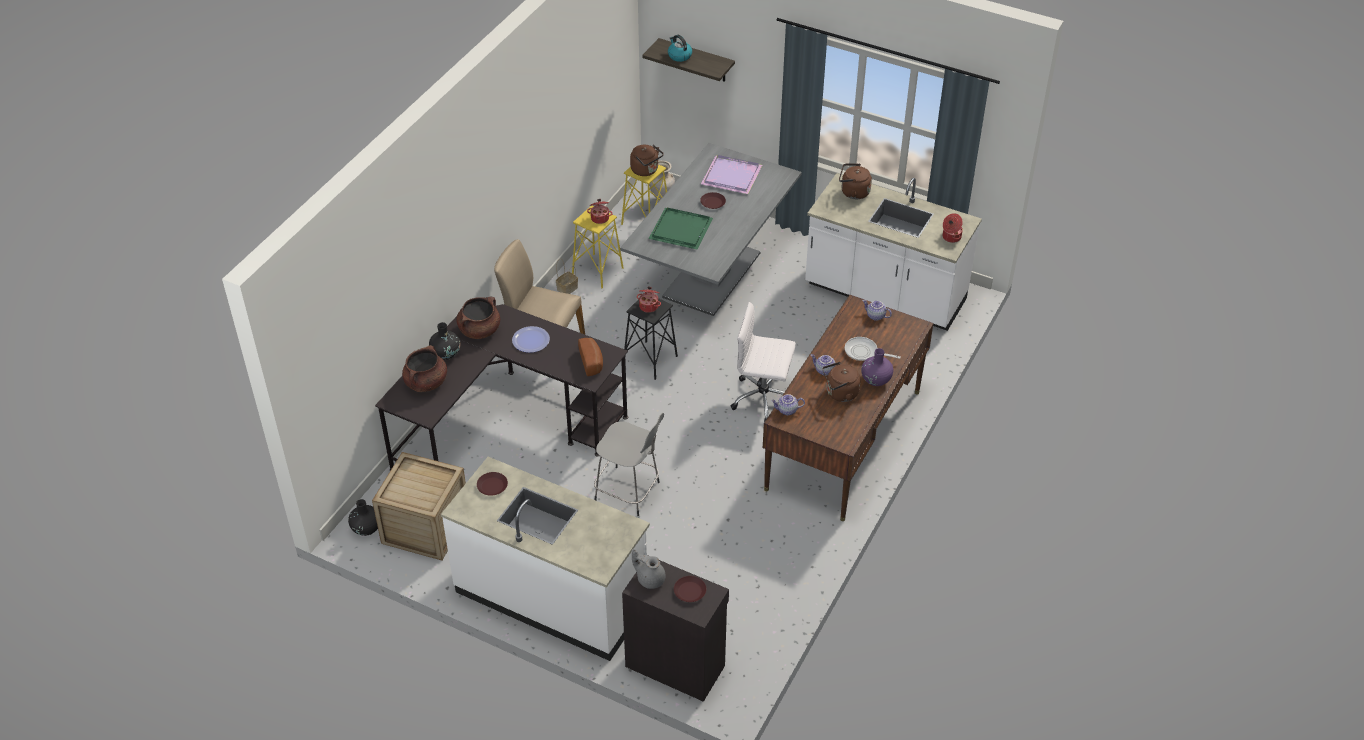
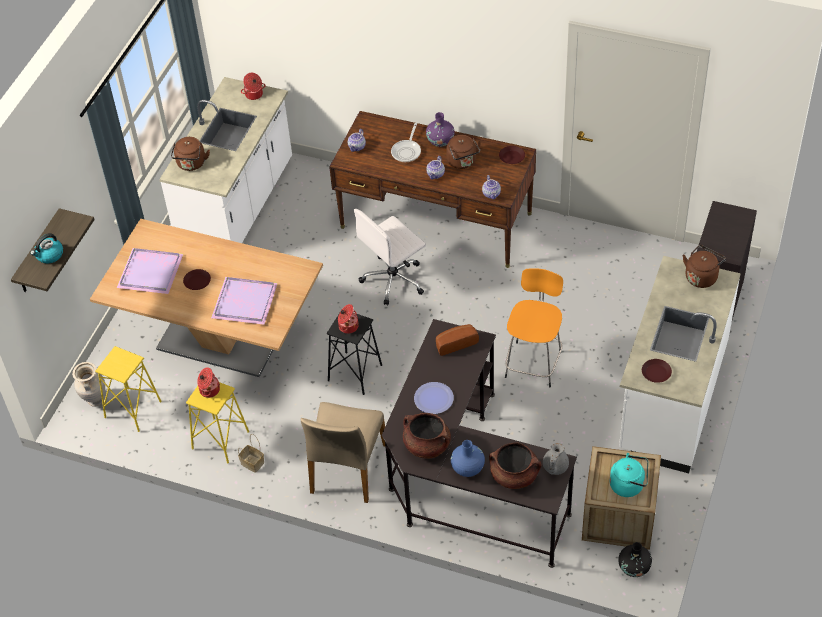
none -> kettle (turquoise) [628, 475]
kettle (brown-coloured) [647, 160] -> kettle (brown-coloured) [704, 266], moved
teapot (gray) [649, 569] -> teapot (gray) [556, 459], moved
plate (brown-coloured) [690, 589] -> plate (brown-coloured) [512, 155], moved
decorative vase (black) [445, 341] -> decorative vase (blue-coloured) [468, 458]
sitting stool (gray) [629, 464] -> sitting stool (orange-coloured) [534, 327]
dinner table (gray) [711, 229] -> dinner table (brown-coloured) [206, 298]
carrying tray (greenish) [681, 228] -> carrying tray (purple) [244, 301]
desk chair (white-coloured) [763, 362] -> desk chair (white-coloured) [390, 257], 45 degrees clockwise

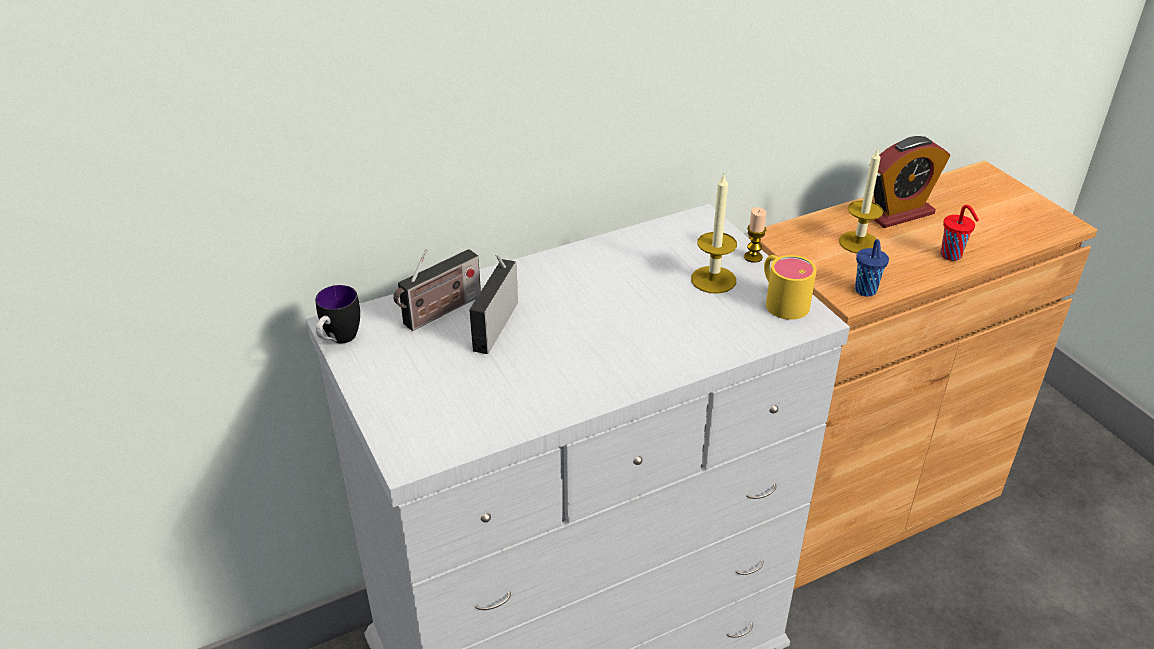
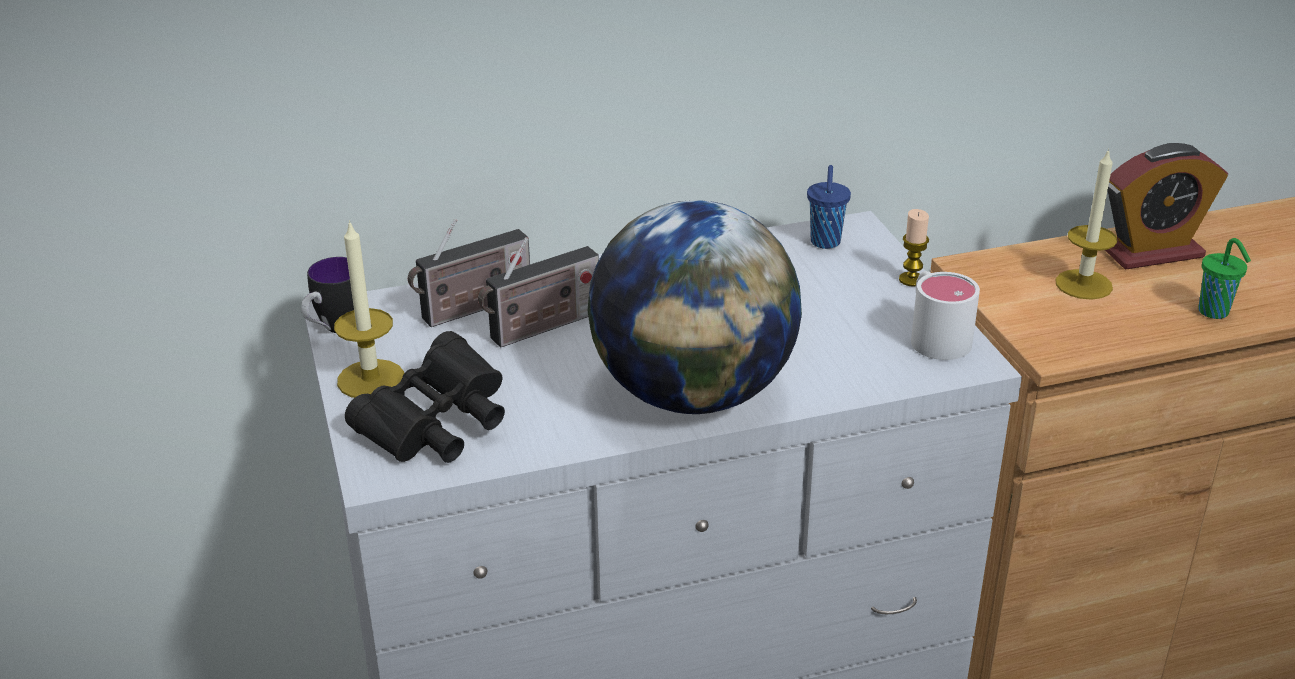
none -> pair of binoculars (black) [425, 397]
none -> world globe [695, 307]
candle [714, 234] -> candle [369, 309], moved
cup (blue-coloured) [872, 268] -> cup (blue-coloured) [829, 207], moved
coffee mug (yellow) [790, 287] -> coffee mug (white-coloured) [945, 315]
cup (reddish) [959, 233] -> cup (greenish) [1224, 278]
radio [493, 303] -> radio [538, 292], 150 degrees counterclockwise

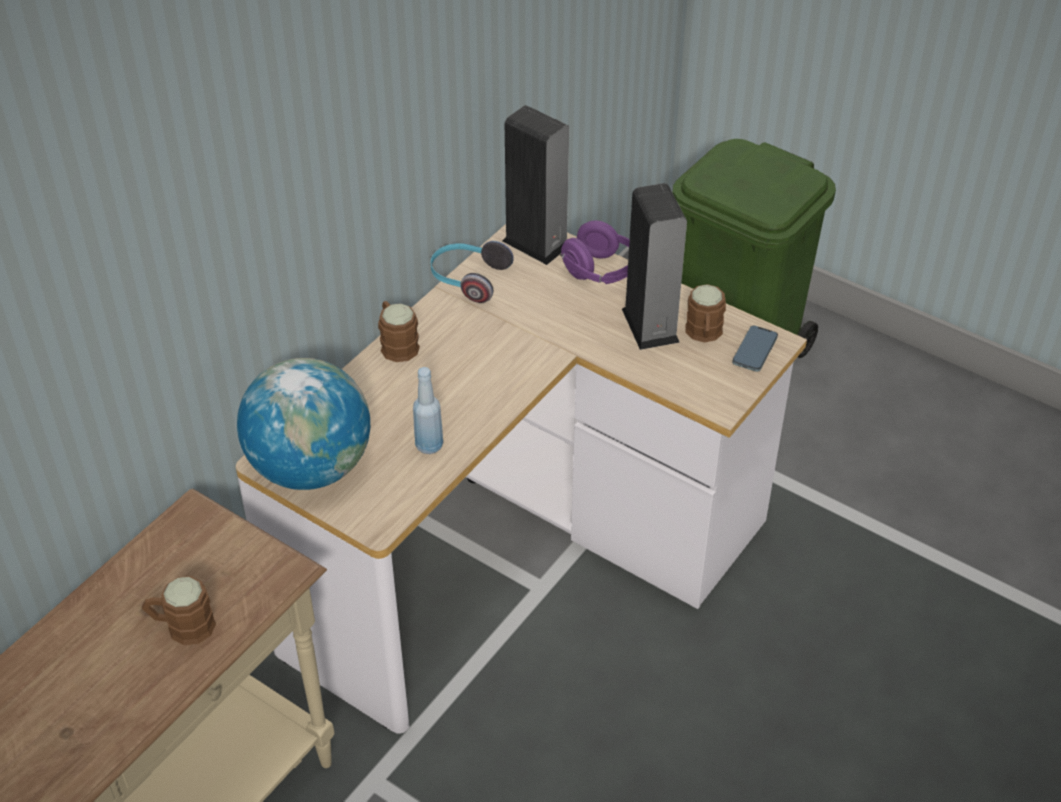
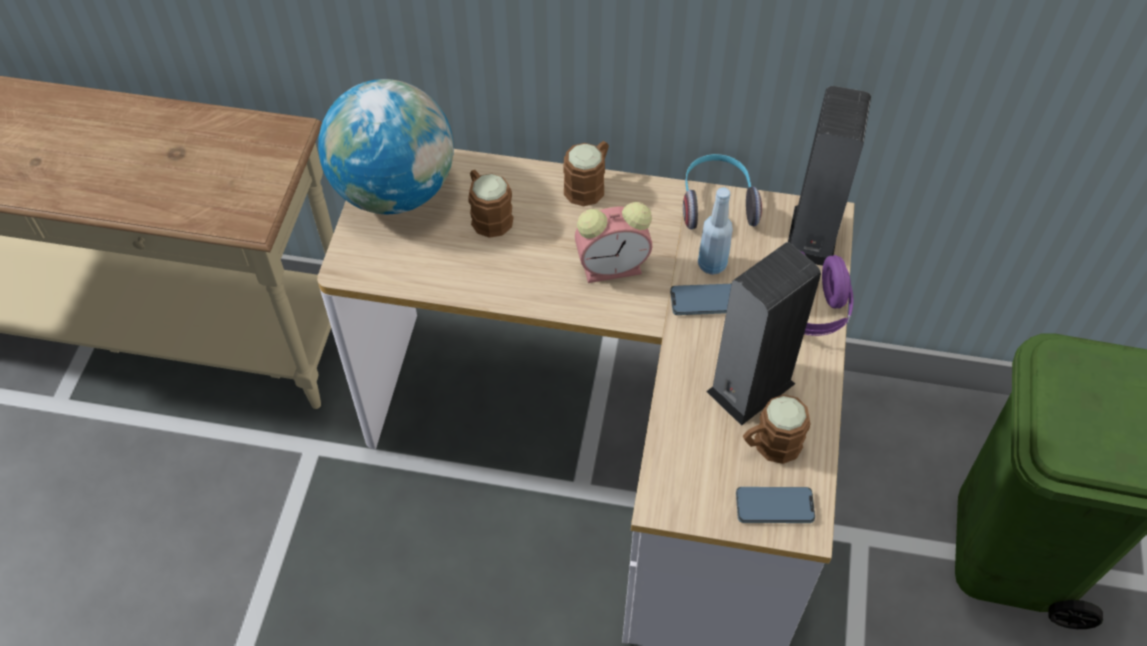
none -> bedside clock [613, 242]
none -> handset [701, 299]
coffee mug (brown-coloured) [179, 610] -> coffee mug (brown-coloured) [490, 204], moved
drink bottle (blue-coloured) [428, 410] -> drink bottle (blue-coloured) [715, 231], moved

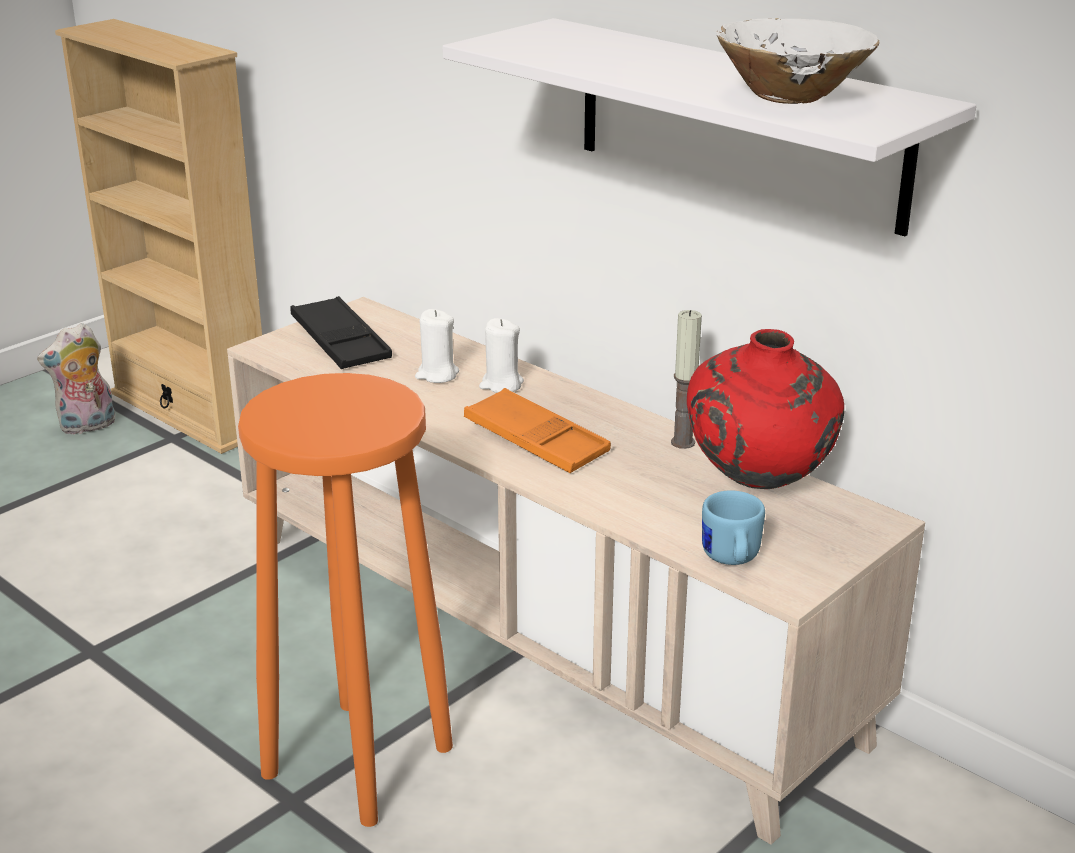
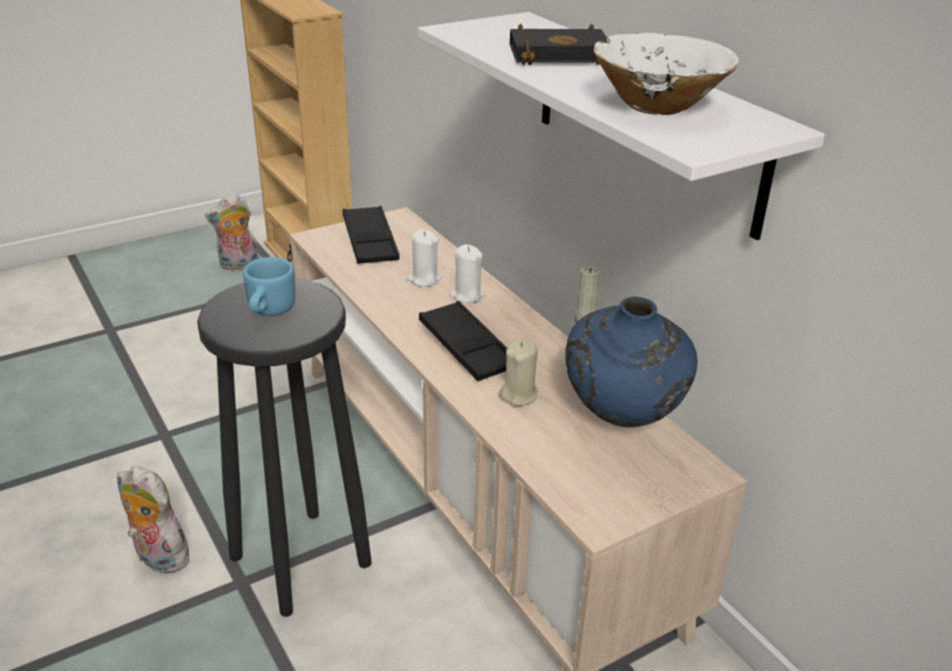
none -> plush toy [156, 519]
none -> candle (beige-coloured) [518, 372]
none -> volume (black) [558, 44]
coffee mug (blue-coloured) [733, 528] -> coffee mug (blue-coloured) [269, 286], moved
sitting stool (orange-coloured) [345, 600] -> sitting stool (black) [284, 448]
carrying tray (orange-coloured) [537, 430] -> carrying tray (black) [463, 341]
decorative vase (reddish) [765, 409] -> decorative vase (blue-coloured) [631, 361]

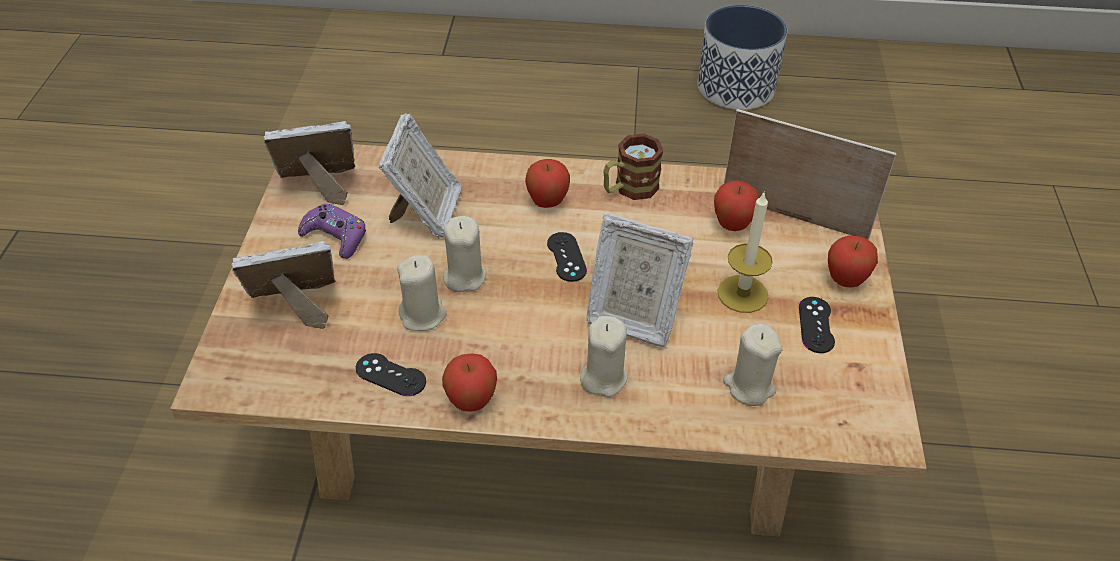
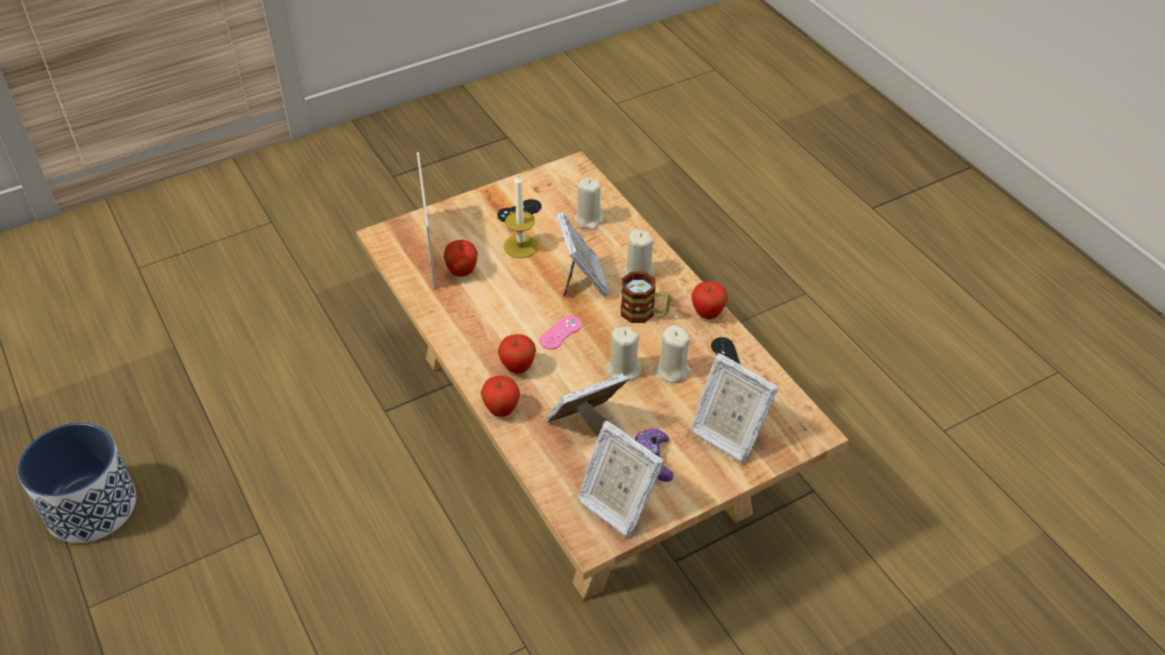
coffee mug [633, 167] -> coffee mug [646, 297], moved
apple fruit [853, 261] -> apple fruit [500, 396], moved
gamepad (black) [567, 257] -> gamepad (pink) [560, 332]

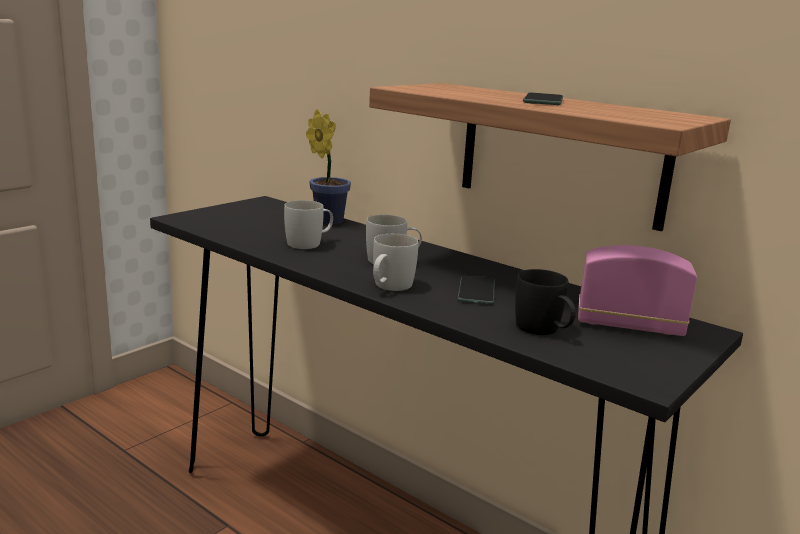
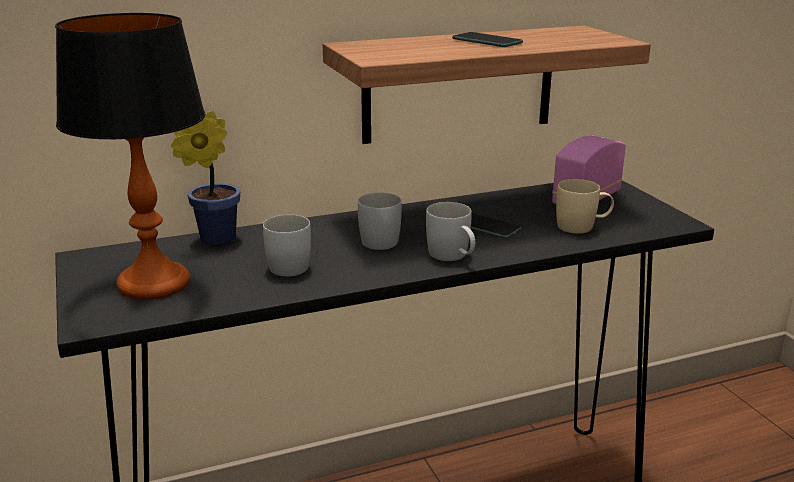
none -> table lamp [130, 156]
coffee mug (black) [545, 302] -> coffee mug (beige-coloured) [585, 206]

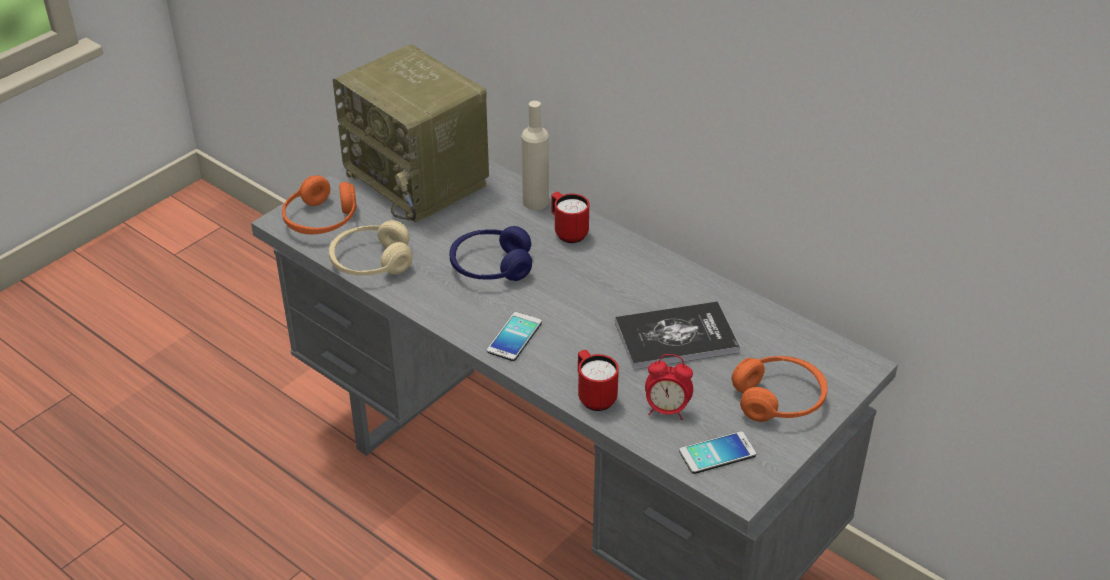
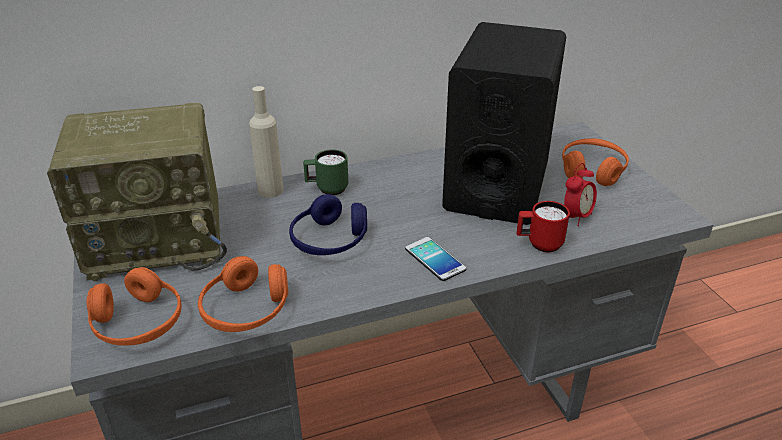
handset [717, 452] -> none
volume [677, 335] -> speaker (black) [504, 123]
pair of headphones (beige-coloured) [370, 248] -> pair of headphones (orange-coloured) [243, 294]
coffee mug (reddish) [570, 217] -> coffee mug (greenish) [325, 172]

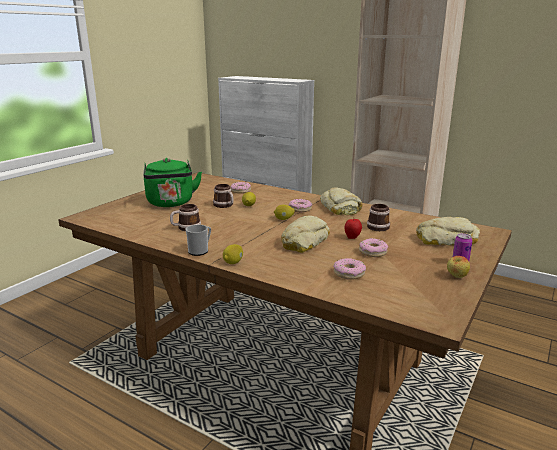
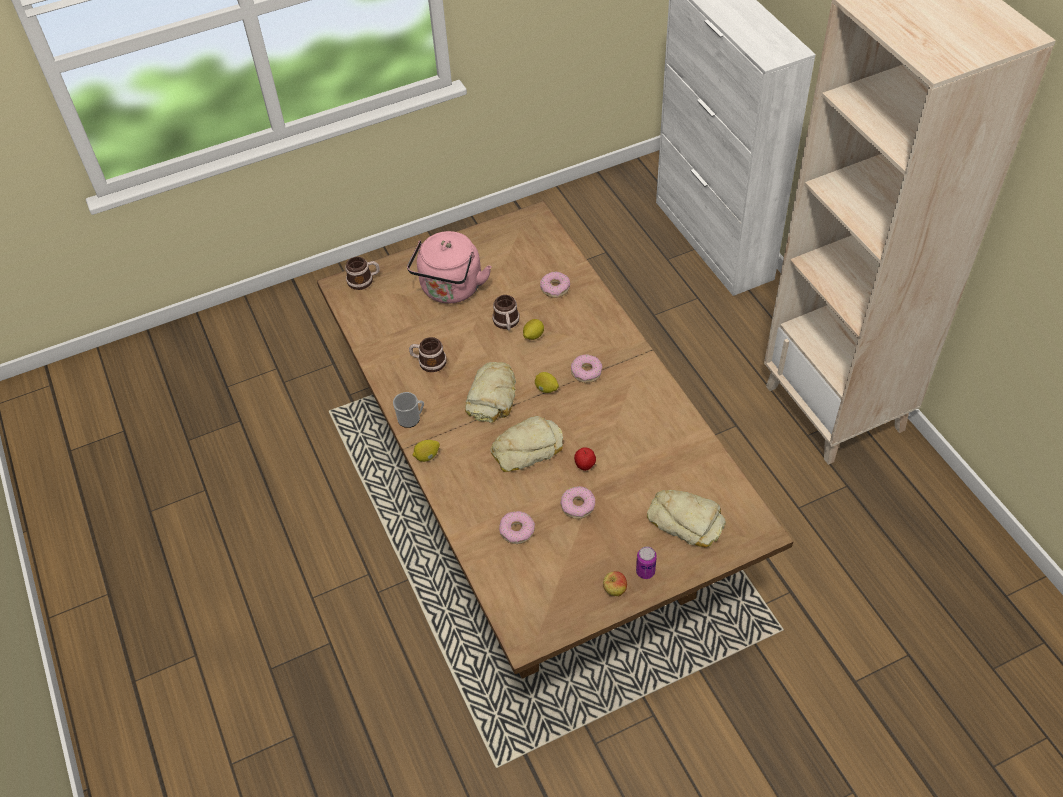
bakery bread [341, 201] -> bakery bread [490, 392], moved
coffee mug [378, 217] -> coffee mug [362, 273], moved
kettle (greenish) [172, 182] -> kettle (pink) [449, 267]

